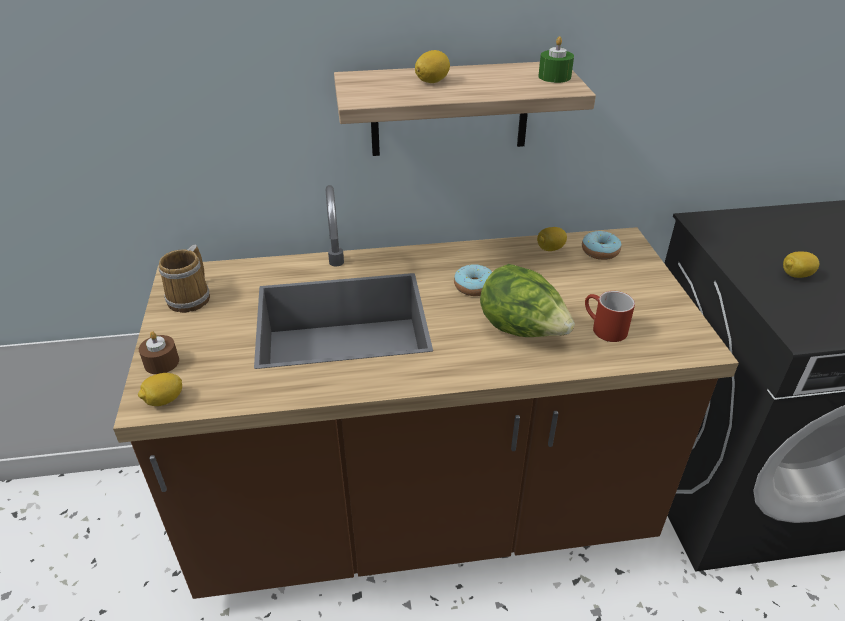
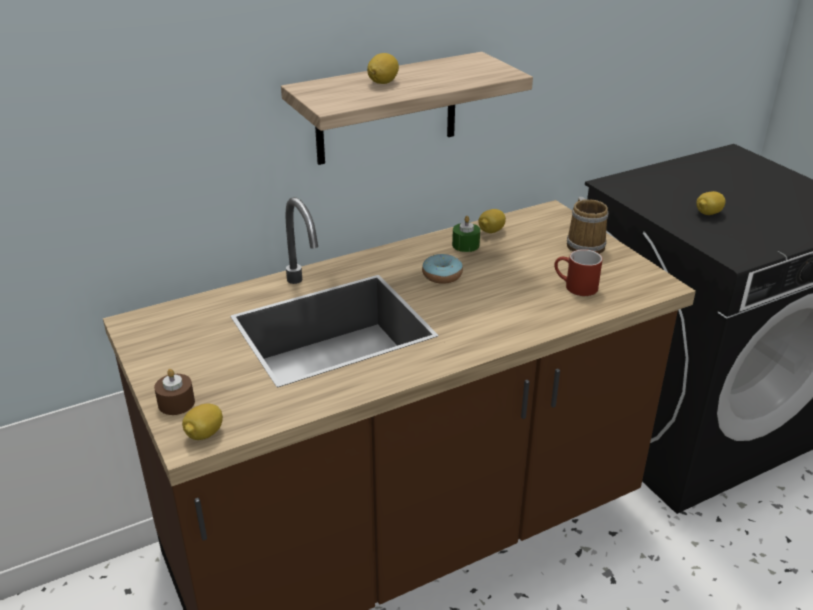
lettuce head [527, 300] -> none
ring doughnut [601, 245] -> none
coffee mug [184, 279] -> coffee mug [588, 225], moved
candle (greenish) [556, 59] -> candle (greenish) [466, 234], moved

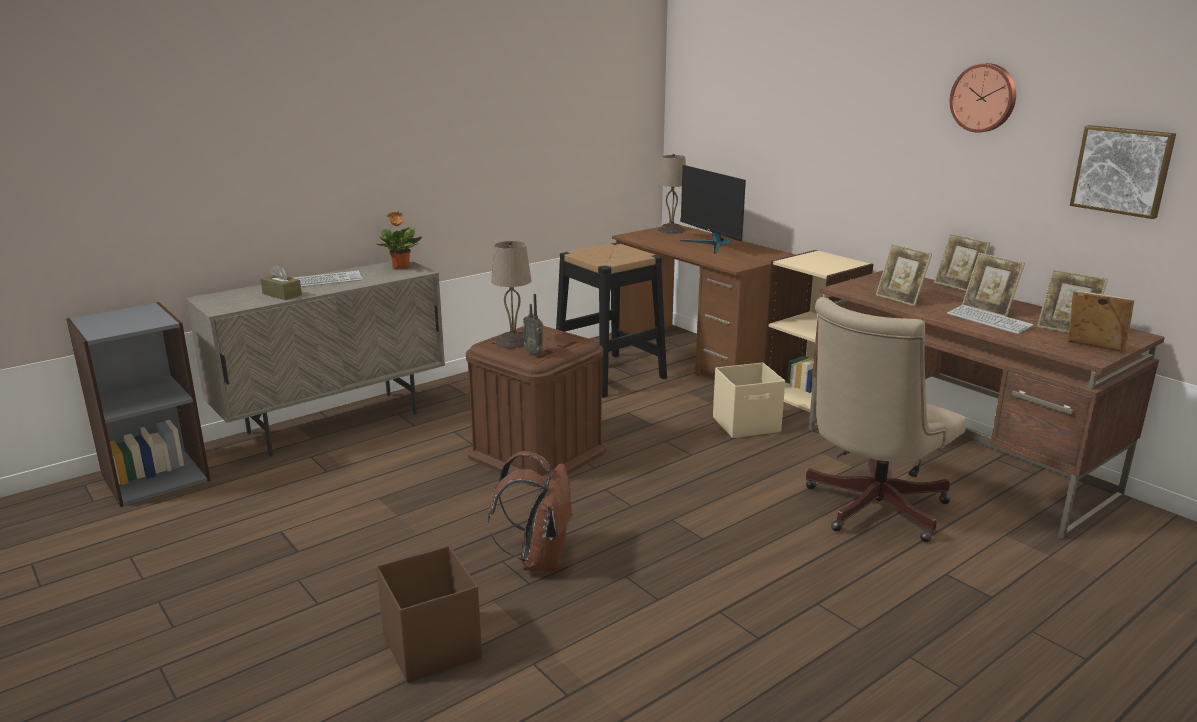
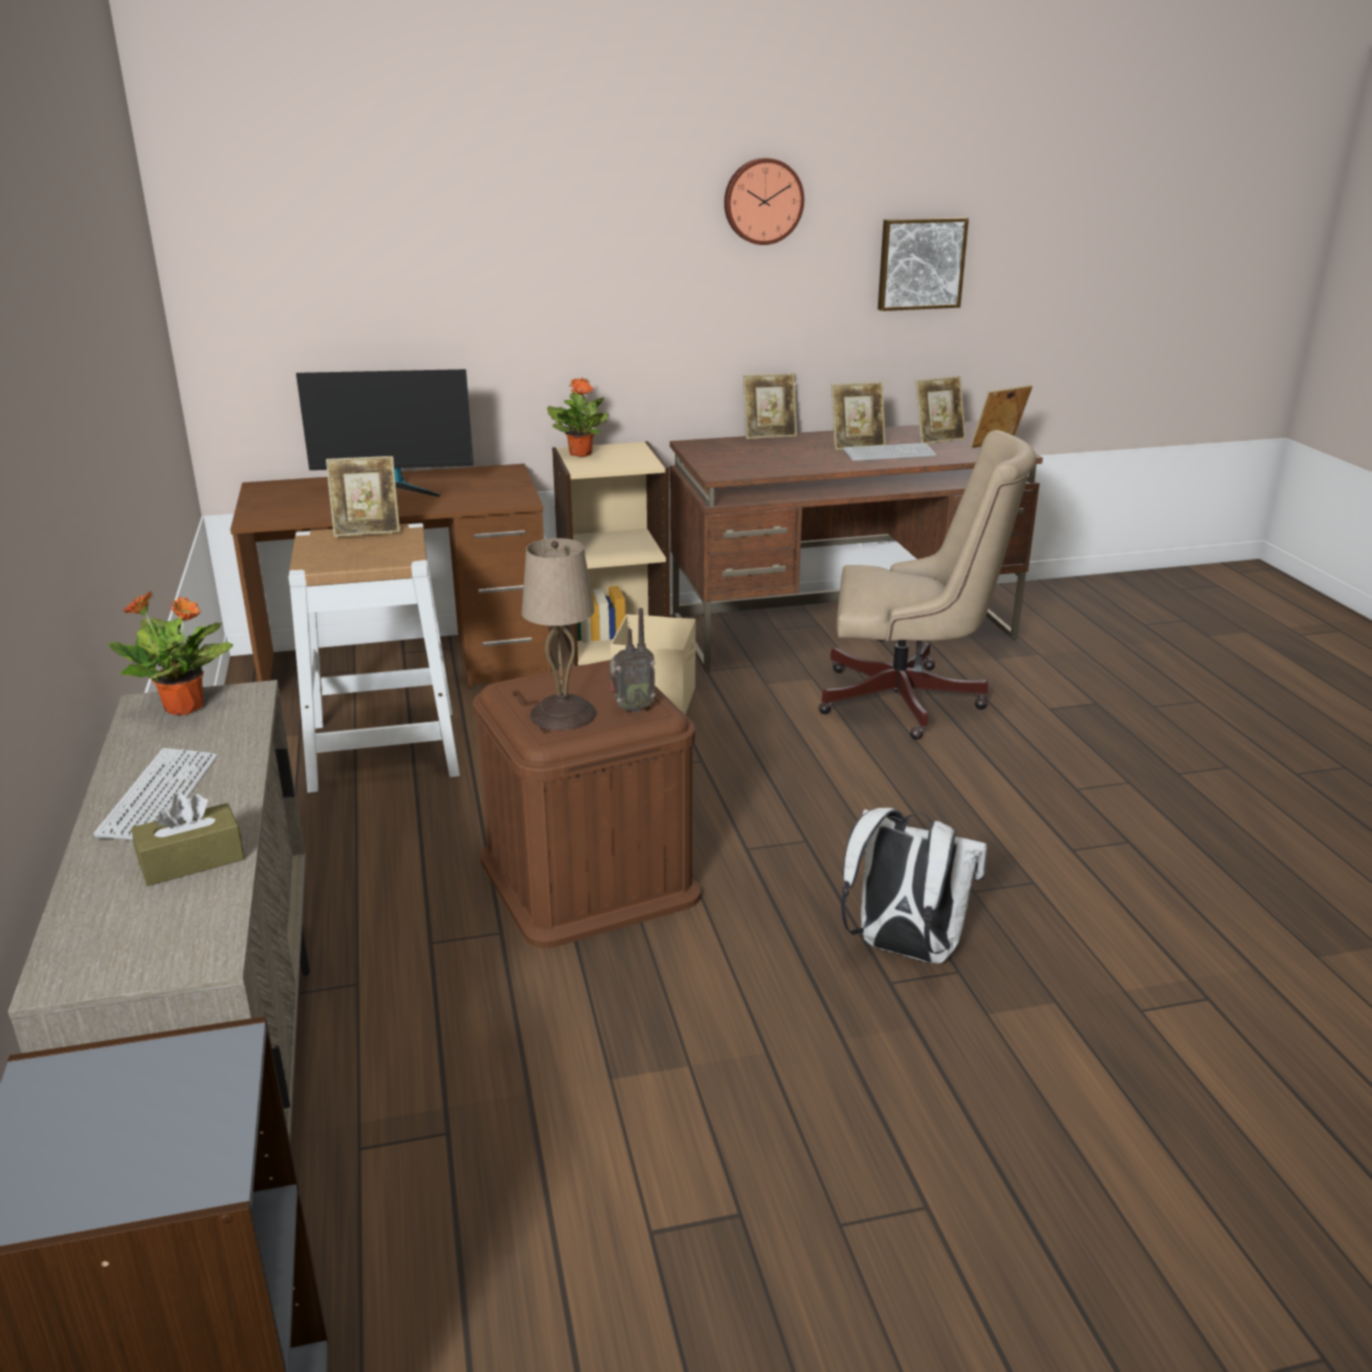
storage container (brown-coloured) [429, 614] -> none
table lamp (beige-coloured) [672, 194] -> none
none -> potted plant [578, 417]
standing frame [904, 275] -> standing frame [363, 496], moved
rucksack (brown-coloured) [530, 512] -> rucksack (white-coloured) [914, 885]
sitting stool (black) [611, 320] -> sitting stool (white-coloured) [374, 658]
desk chair (beige-coloured) [886, 419] -> desk chair (beige-coloured) [927, 585], 60 degrees counterclockwise

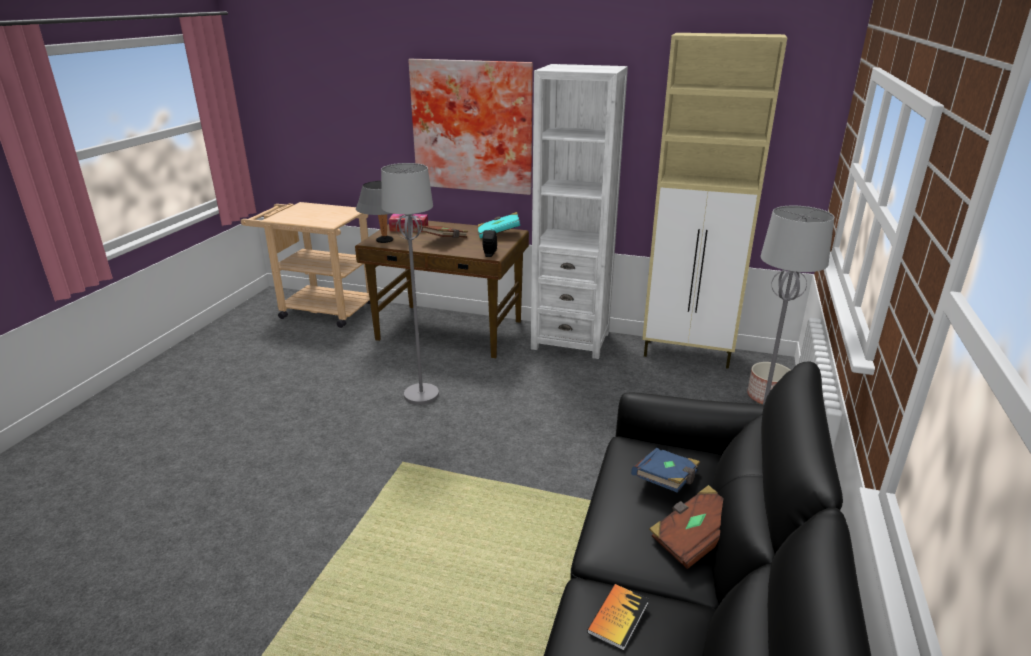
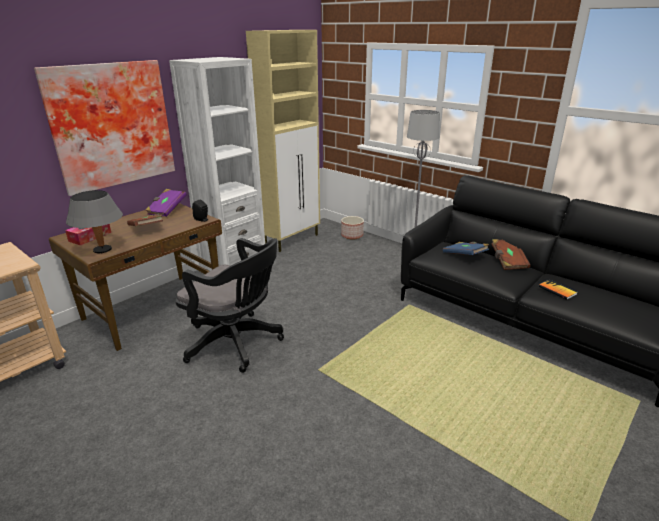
standard lamp (gray) [410, 284] -> desk chair (black) [229, 305]
volume (turquoise) [499, 225] -> volume (purple) [166, 203]

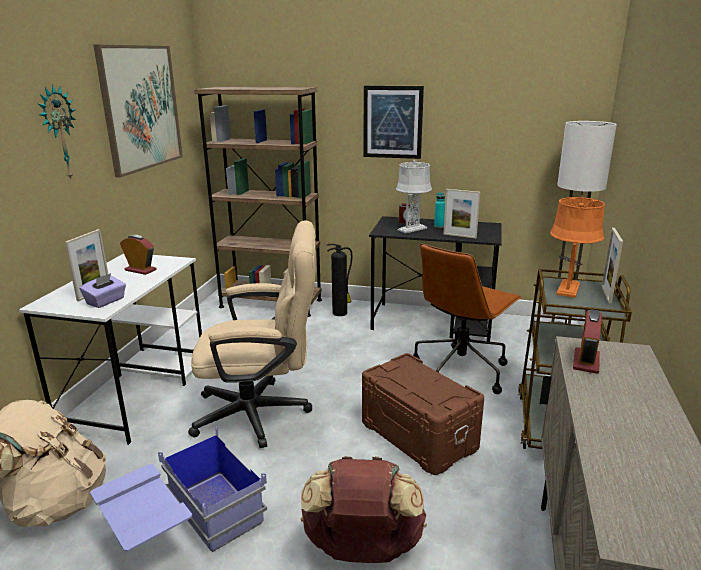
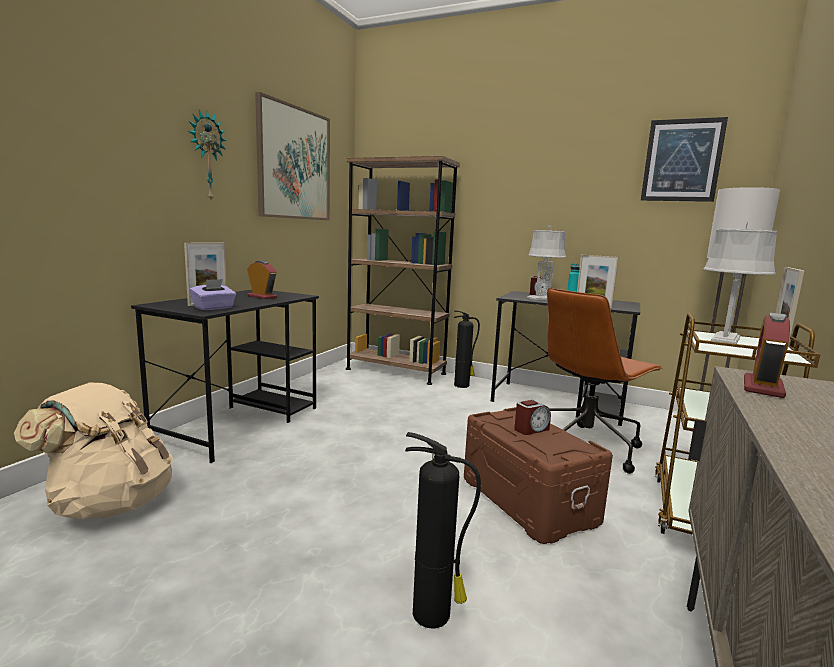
storage container (blue-coloured) [178, 489] -> none
desk chair (beige-coloured) [252, 334] -> none
none -> bedside clock [532, 417]
picture [394, 122] -> picture [684, 159], moved
rucksack (brown-coloured) [363, 509] -> extinguisher [443, 530]
desk table (white-coloured) [110, 349] -> desk table (black) [225, 376]
table lamp (orange-coloured) [577, 246] -> table lamp (gray) [740, 282]

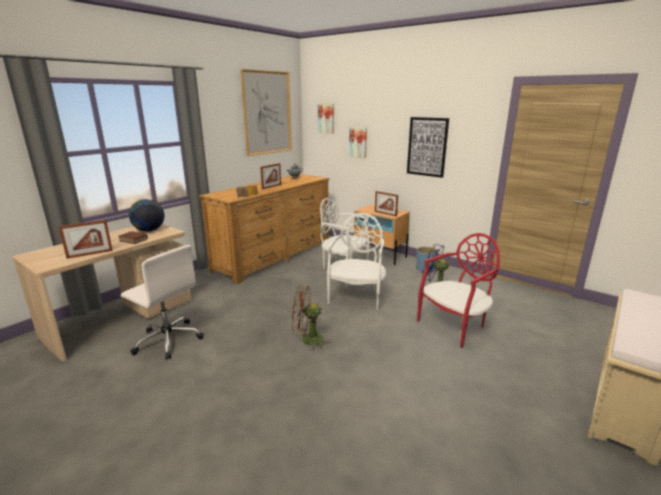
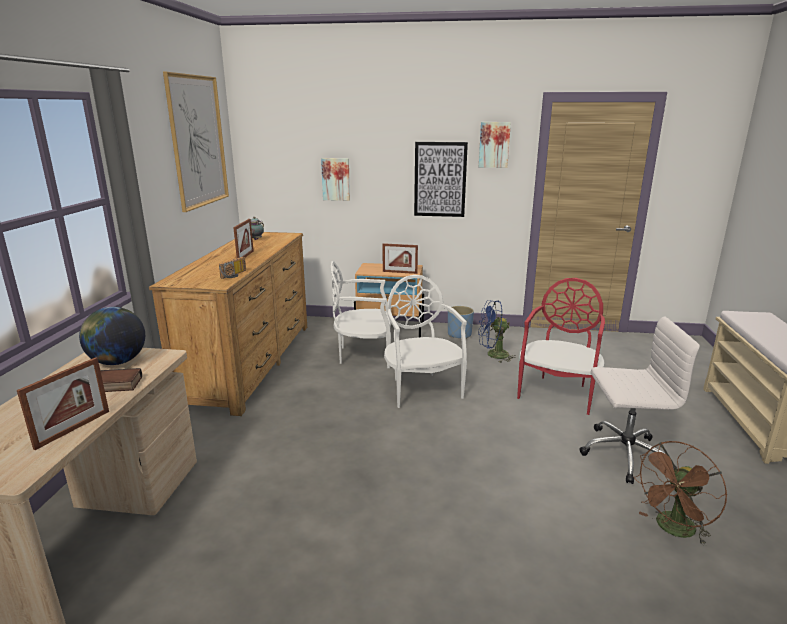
desk chair (white-coloured) [162, 302] -> desk chair (white-coloured) [640, 400], moved
fan (brown-coloured) [311, 318] -> fan (brown-coloured) [681, 493], moved
picture [326, 119] -> picture [495, 145], moved

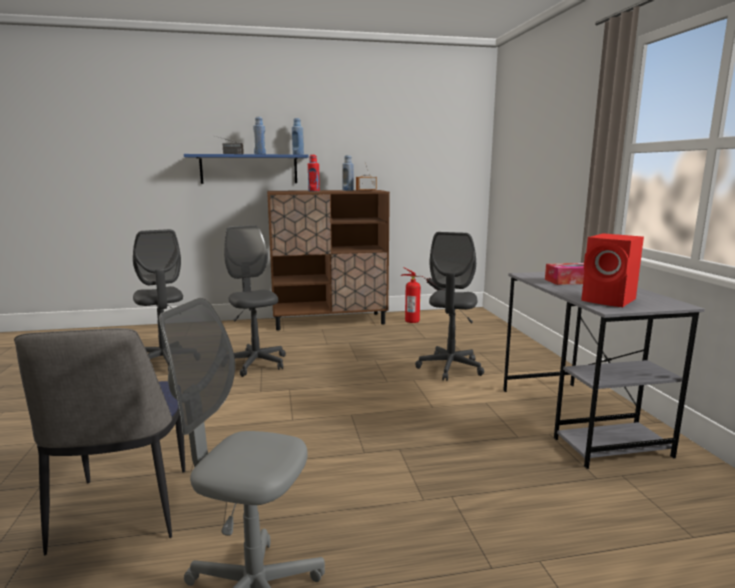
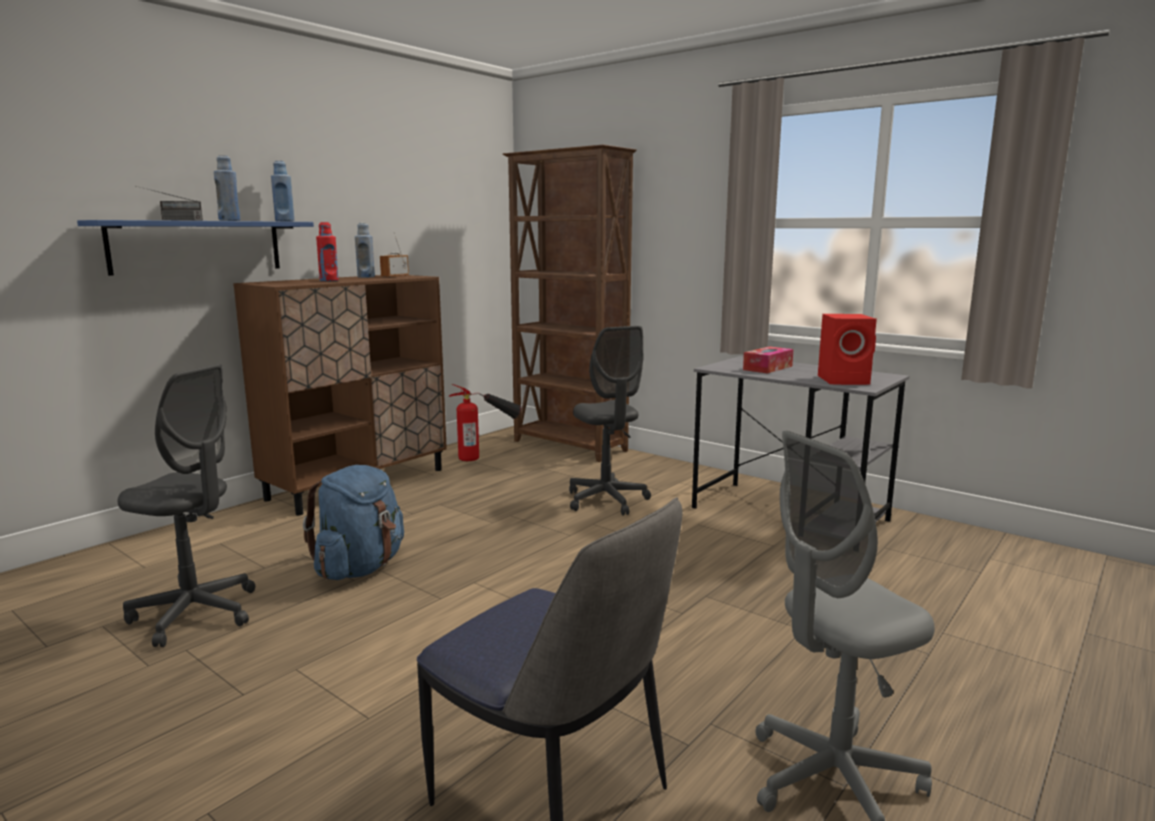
none -> bookshelf (brown-coloured) [570, 303]
desk chair (gray) [255, 301] -> rucksack (blue-coloured) [353, 522]

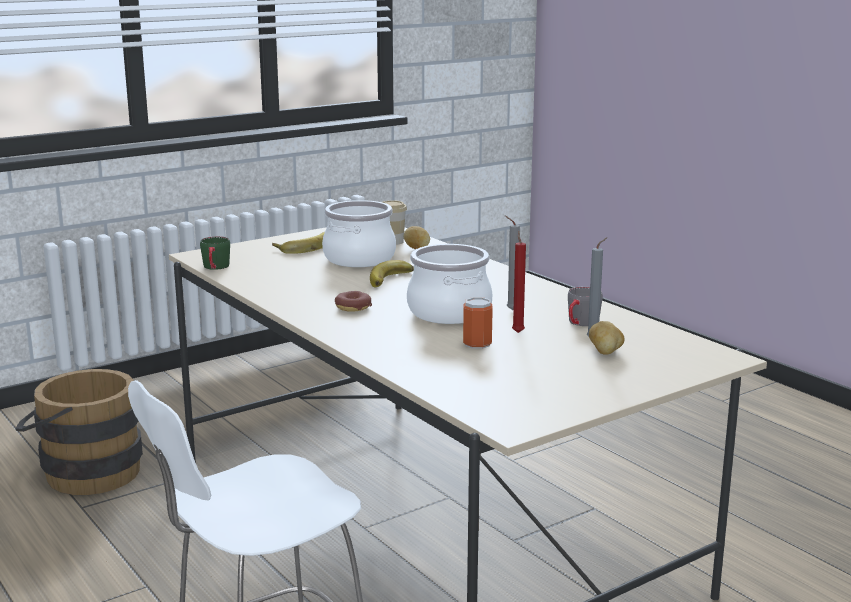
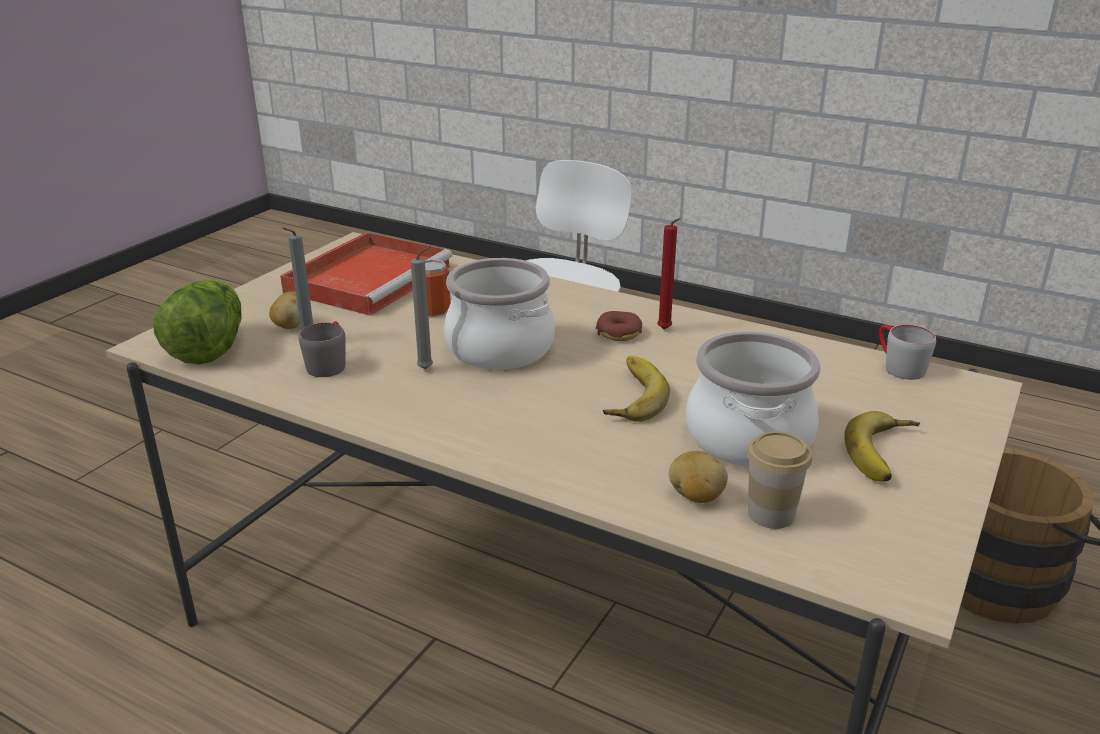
none -> lettuce head [197, 322]
none -> carrying tray (reddish) [366, 274]
candle (reddish) [519, 282] -> candle (reddish) [668, 273], moved
coffee mug (greenish) [215, 253] -> coffee mug (gray) [907, 352]

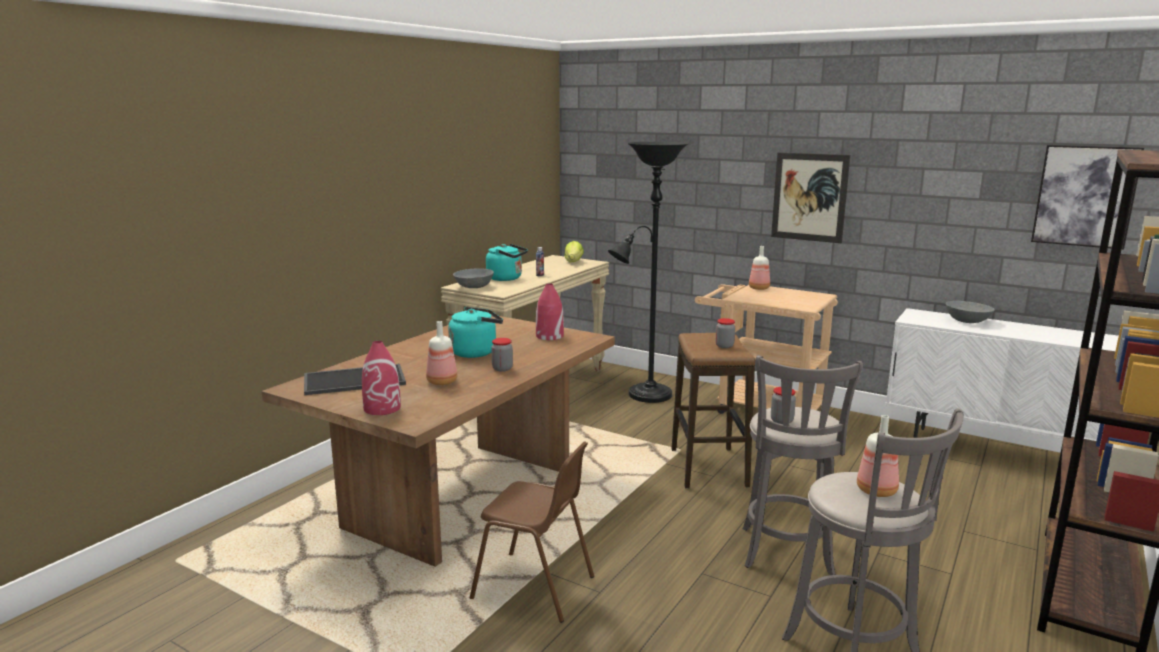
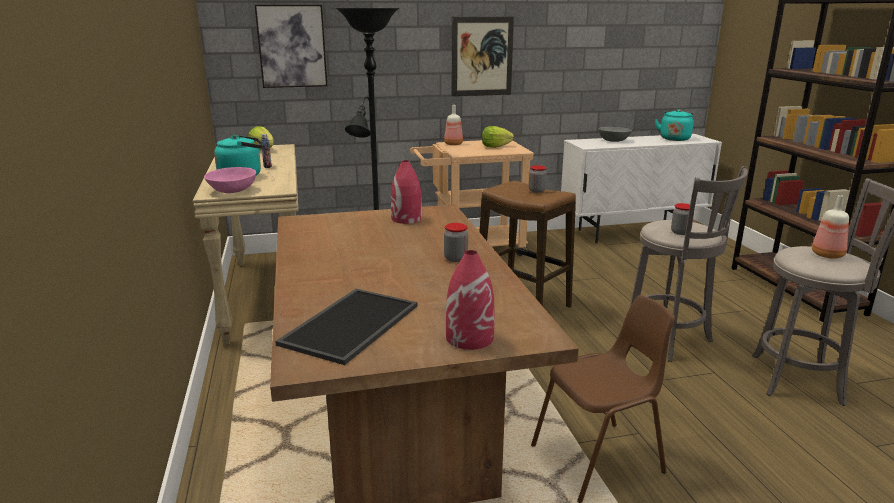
drink bottle [441, 353] -> none
none -> lettuce head [498, 137]
kettle (turquoise) [475, 332] -> kettle (turquoise) [674, 125], moved
picture [1087, 197] -> picture [291, 46], moved
bowl (gray) [473, 278] -> bowl (pink) [230, 180]

